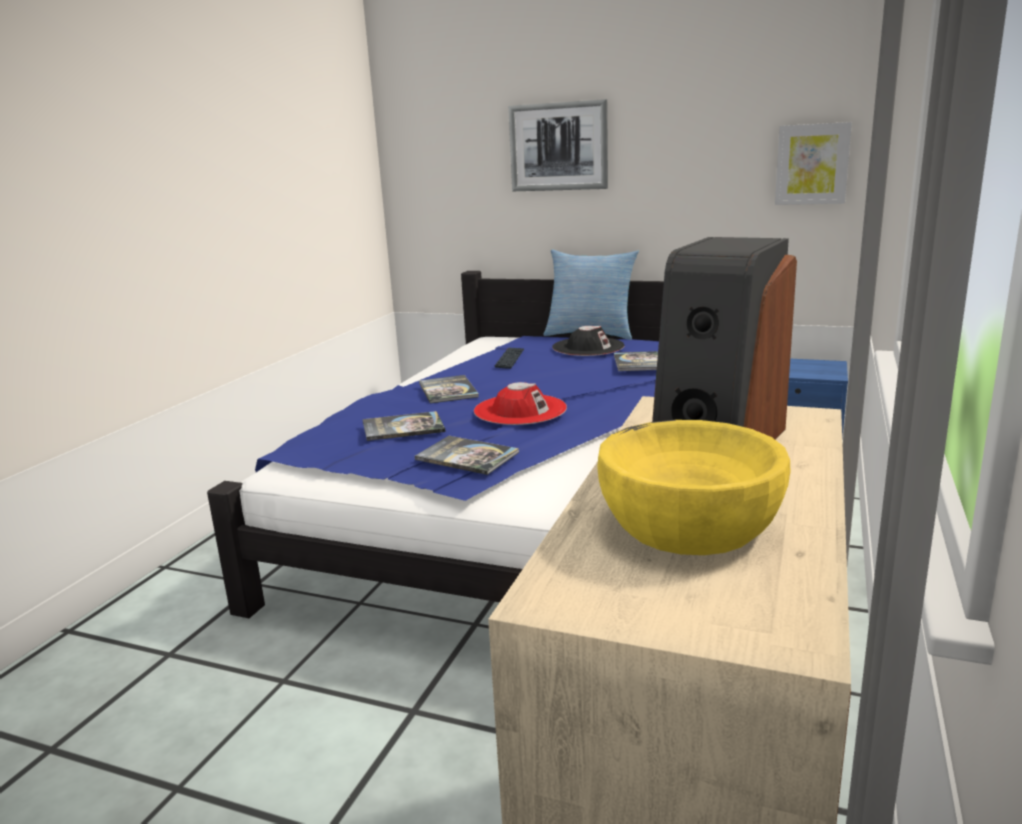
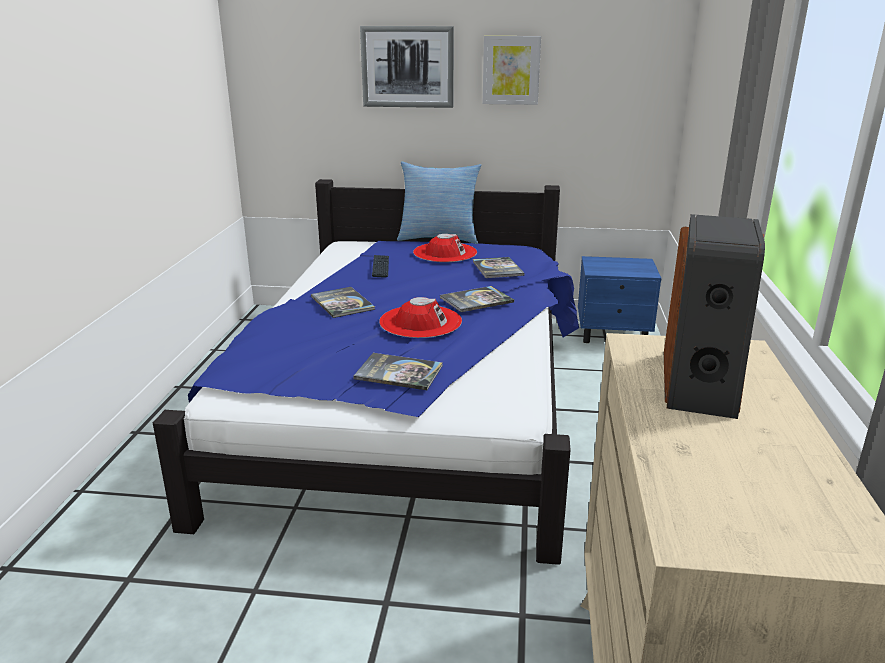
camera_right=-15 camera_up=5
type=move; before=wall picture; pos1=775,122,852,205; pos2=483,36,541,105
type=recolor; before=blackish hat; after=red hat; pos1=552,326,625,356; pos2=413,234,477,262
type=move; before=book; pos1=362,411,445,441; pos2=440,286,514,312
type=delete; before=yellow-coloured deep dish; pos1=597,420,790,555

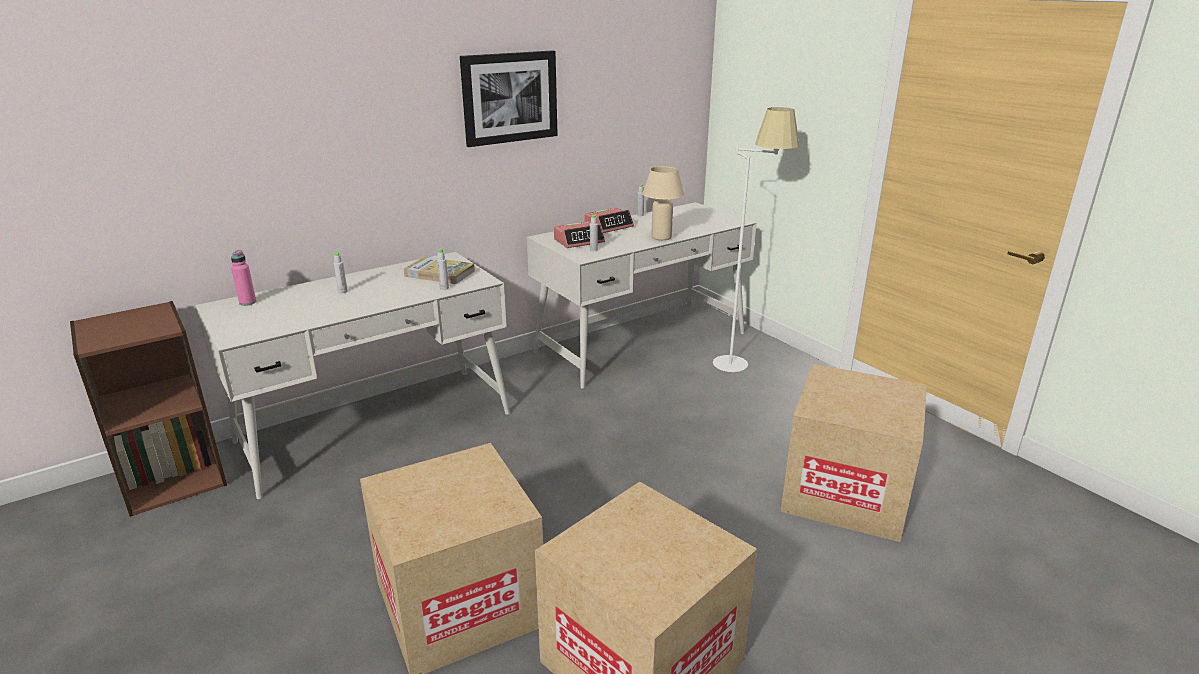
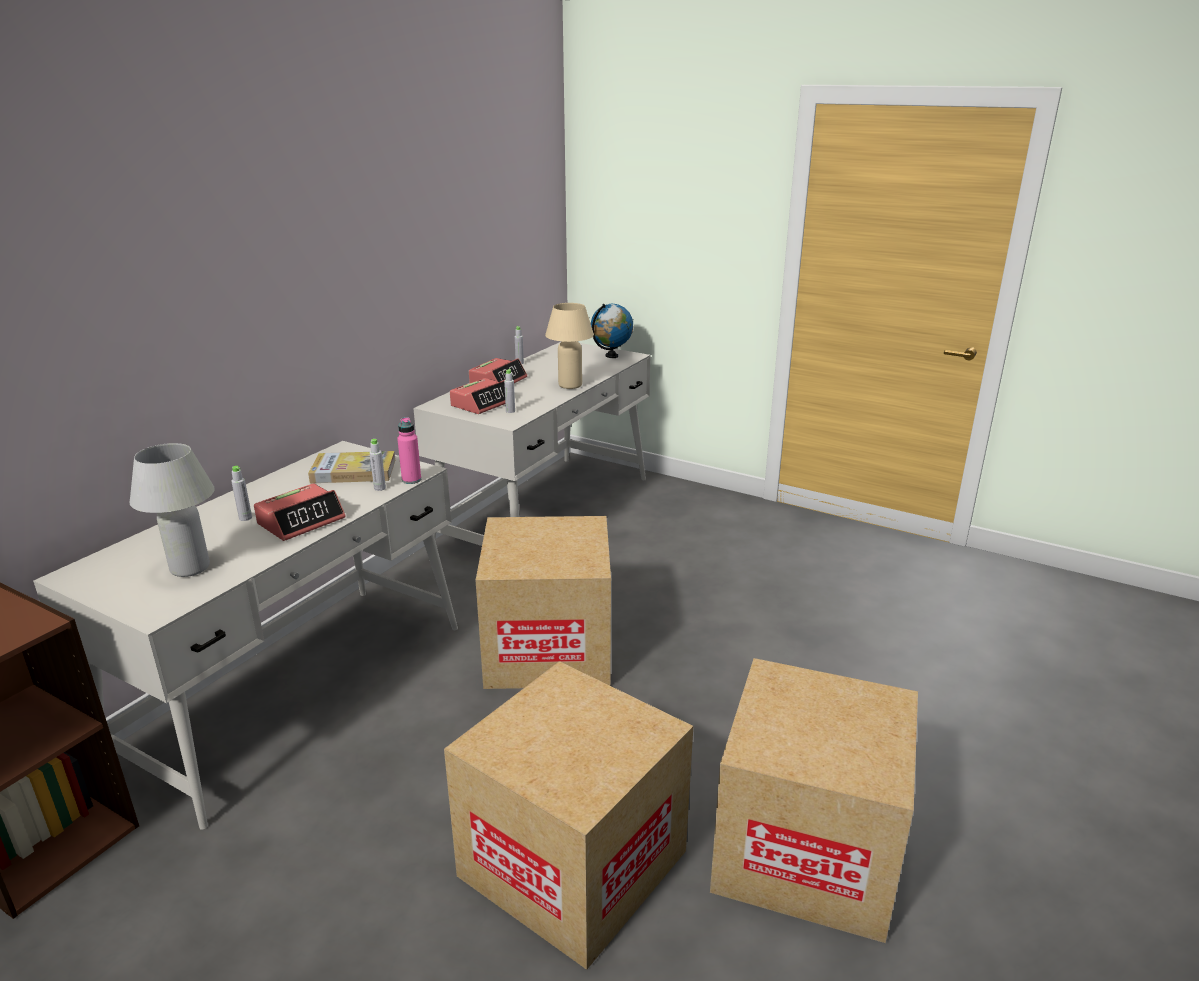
camera_right=-25 camera_up=0
type=delete; before=wall picture; pos1=460,50,558,147
type=delete; before=white-coloured floor lamp; pos1=713,107,799,372
type=move; before=pink-coloured beverage bottle; pos1=231,250,256,306; pos2=397,417,421,484
type=move; before=packing box; pos1=781,364,927,542; pos2=475,516,611,689
type=insert; after=world globe; pos2=591,304,633,358
type=insert; after=white-coloured table lamp; pos2=130,443,215,577
type=insert; after=alarm clock; pos2=254,483,346,541

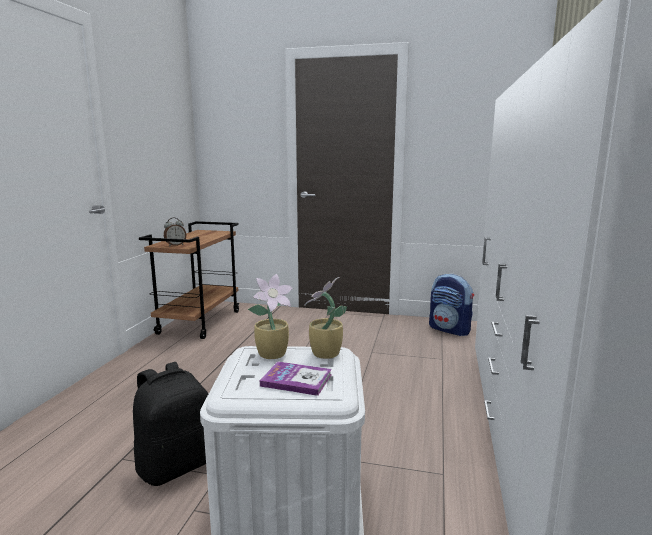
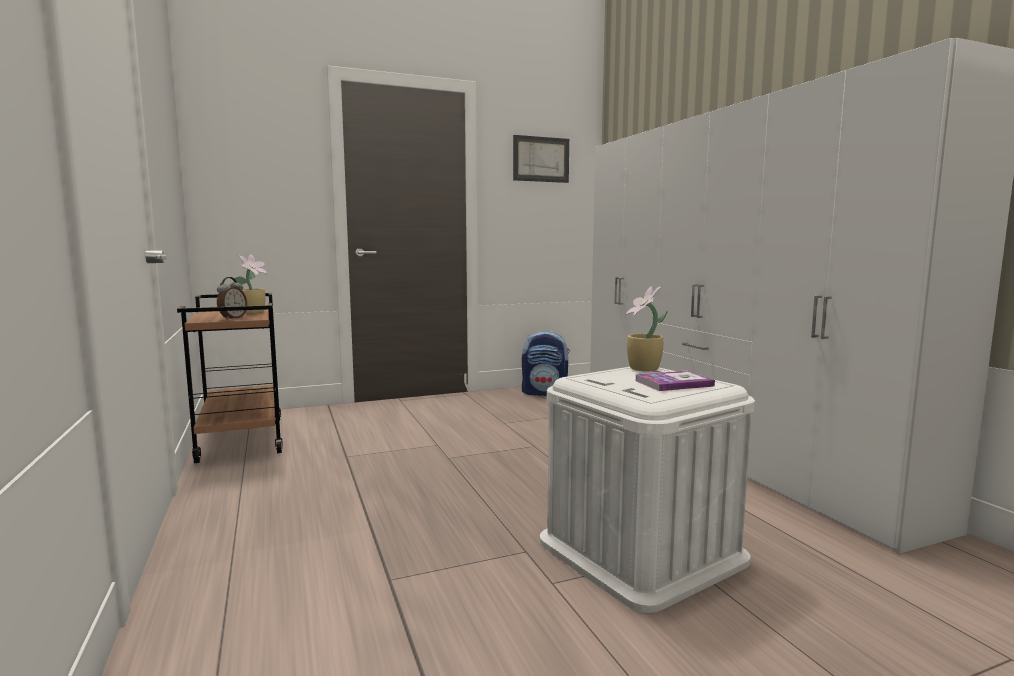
camera_right=-35 camera_up=-5
type=move; before=potted plant; pos1=248,274,293,359; pos2=234,255,267,313
type=delete; before=blackish knapsack; pos1=133,362,208,486
type=insert; after=wall picture; pos2=513,135,569,183

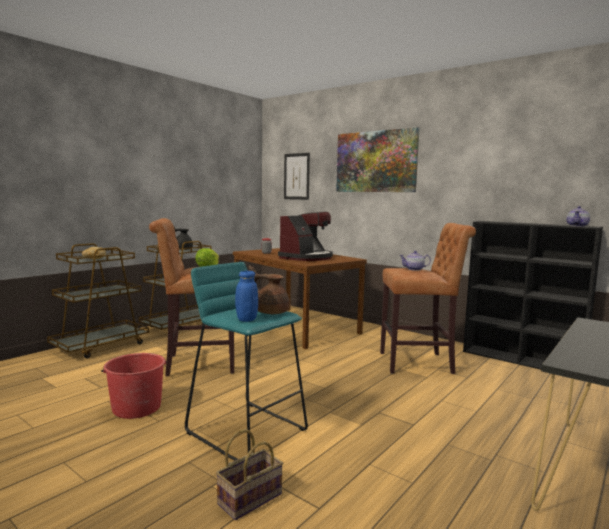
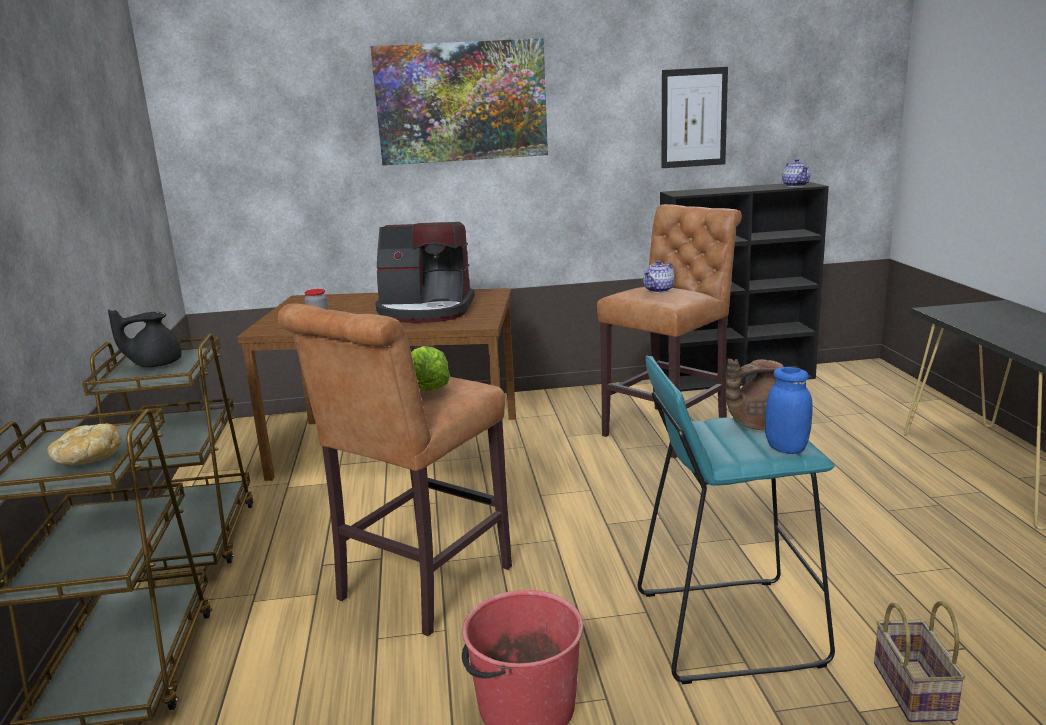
camera_right=-45 camera_up=10
type=move; before=wall picture; pos1=284,153,310,200; pos2=662,67,728,168
type=rotate; before=coffee machine; pos1=278,212,333,261; pos2=375,222,475,323; turn=105

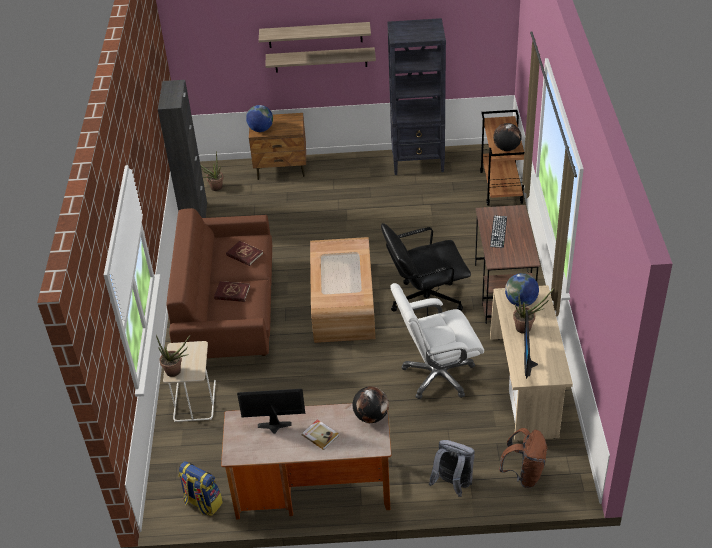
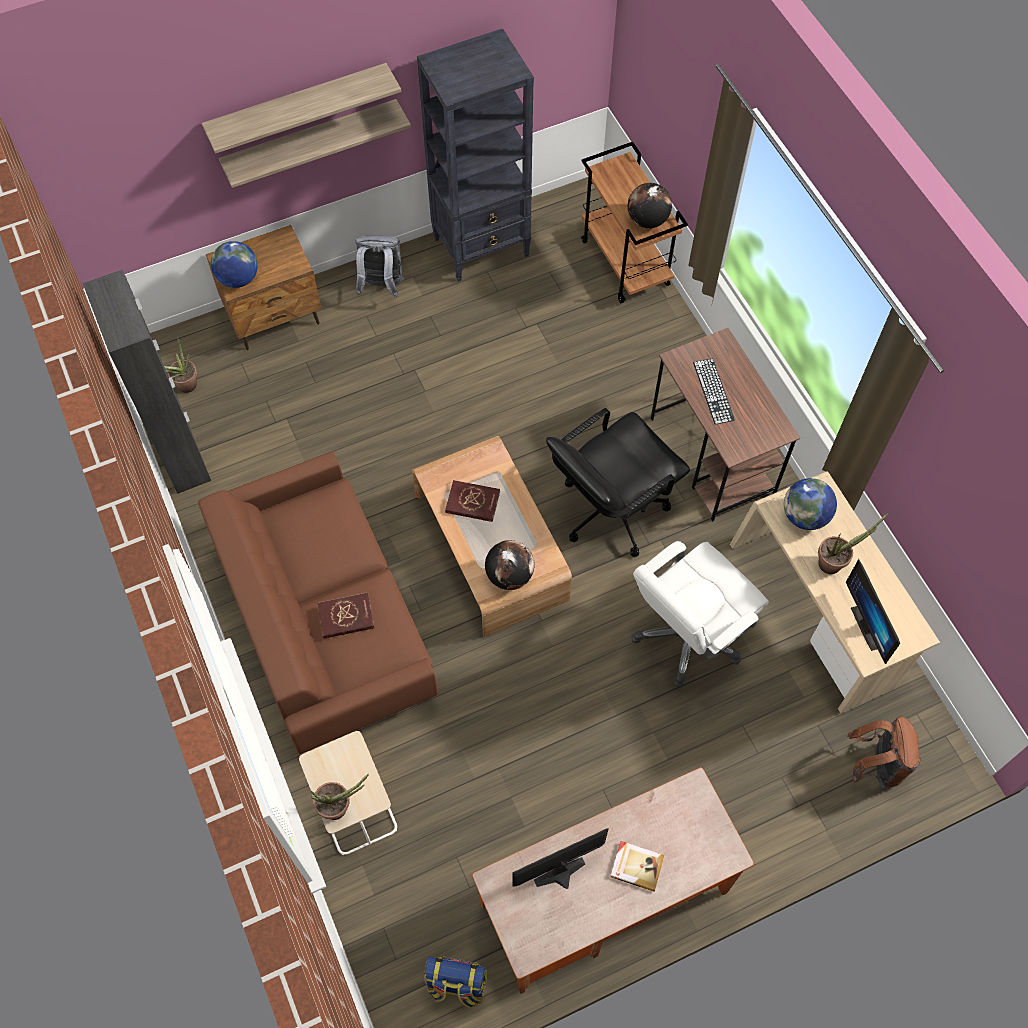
camera_right=-25 camera_up=20
type=move; before=red book; pos1=226,241,263,266; pos2=445,480,500,522
type=move; before=world globe; pos1=353,386,389,423; pos2=485,540,535,590
type=move; before=greyish knapsack; pos1=429,440,475,497; pos2=355,236,405,298

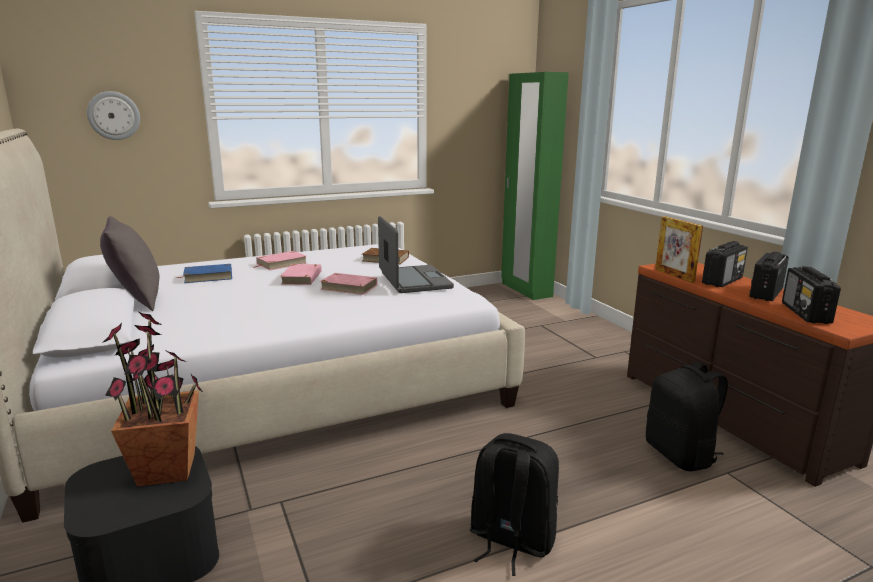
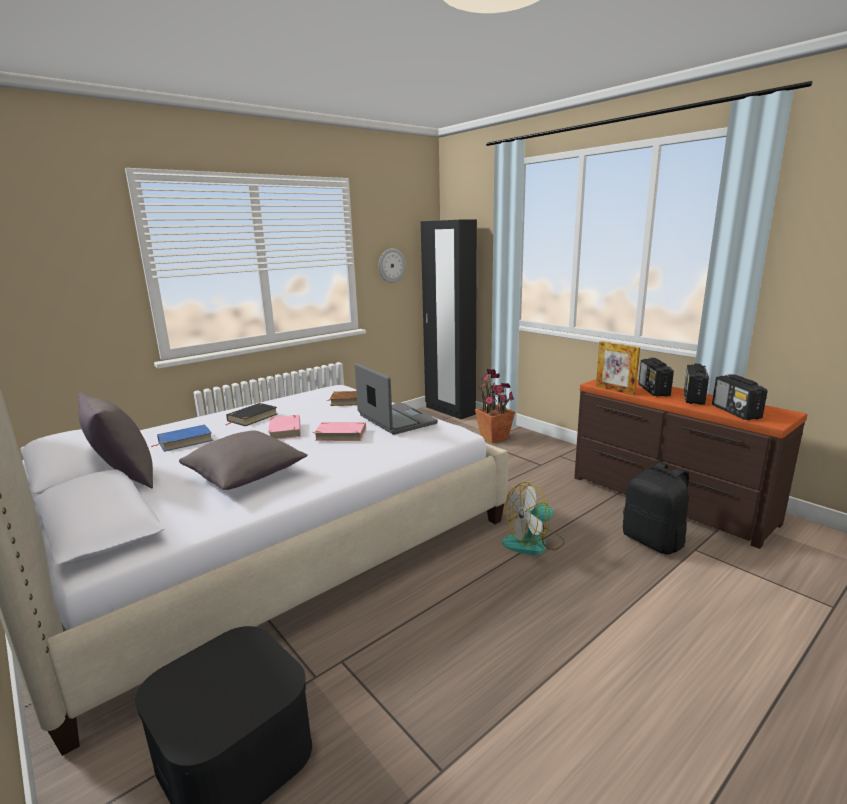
camera_right=-15 camera_up=0
type=recolor; before=green-coloured armoire; after=blackish armoire; pos1=501,72,569,300; pos2=421,219,477,420
type=move; before=clock on the wall; pos1=87,91,140,140; pos2=379,248,406,283
type=rotate; before=radio; pos1=702,241,748,287; pos2=638,358,674,397; turn=150
type=recolor; before=pink-coloured book; after=blackish book; pos1=253,251,307,271; pos2=226,403,277,426
type=move; before=potted plant; pos1=102,312,203,487; pos2=475,369,515,443
type=delete; before=blackish knapsack; pos1=470,433,559,576
type=insert; after=greyish throw pillow; pos2=179,430,308,490
type=insert; after=electric fan; pos2=502,482,565,555

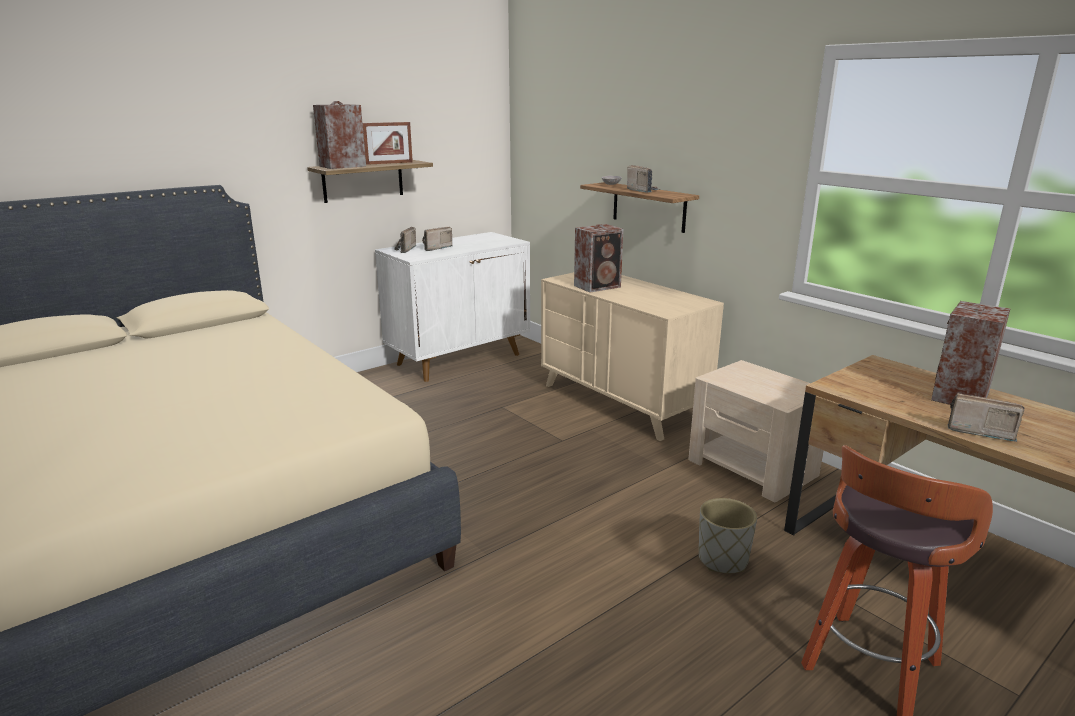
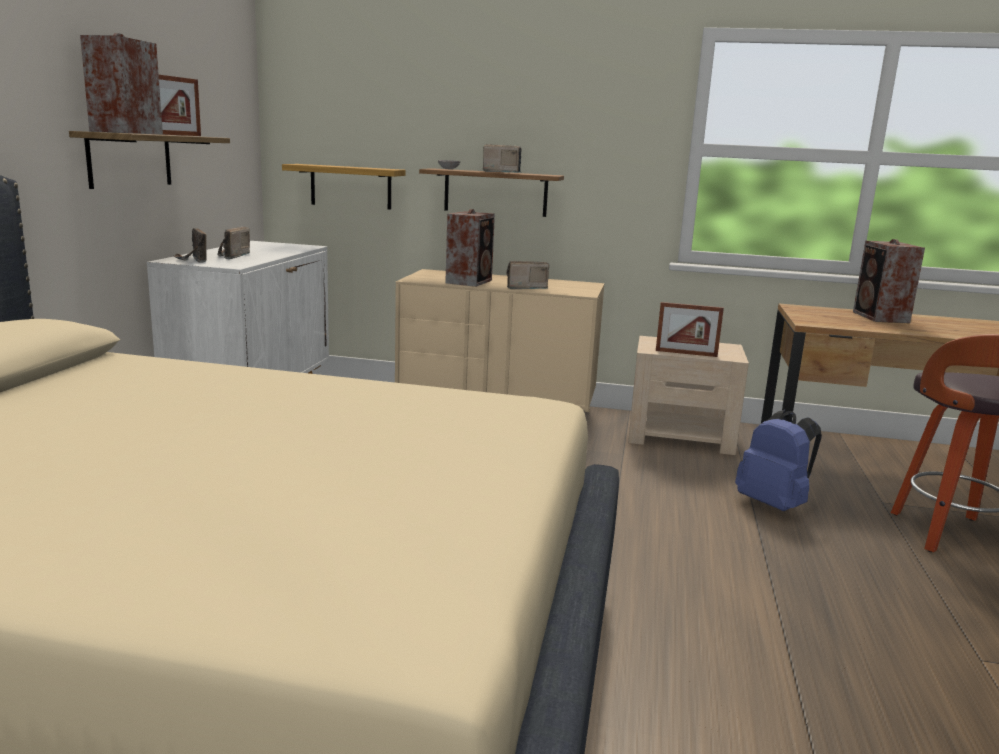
camera_right=-40 camera_up=-5
type=move; before=radio; pos1=947,393,1024,442; pos2=507,261,549,289
type=replace; before=greyish planter; after=blue-coloured knapsack; pos1=699,498,757,573; pos2=735,410,822,511
type=insert; after=bracket shelf; pos2=282,164,406,210
type=insert; after=standing frame; pos2=656,302,724,357

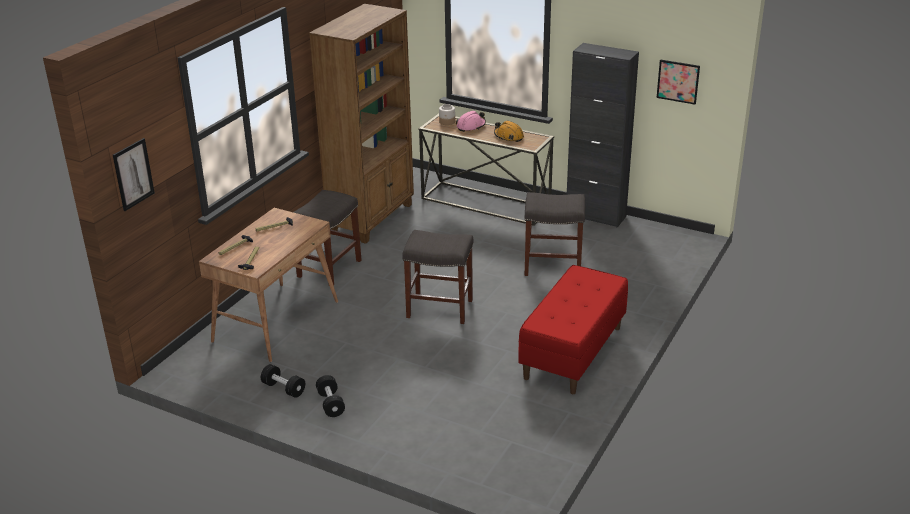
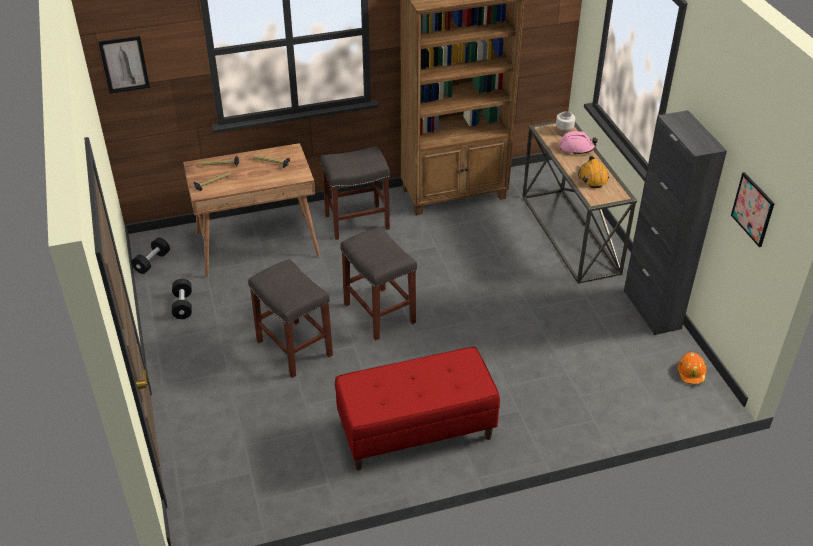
camera_right=45 camera_up=10
type=move; before=greyish stool seat; pos1=525,192,585,276; pos2=248,259,333,378
type=move; before=blackish free weight; pos1=316,375,345,417; pos2=131,238,170,274
type=insert; after=orange-coloured hard hat; pos2=678,352,707,385

